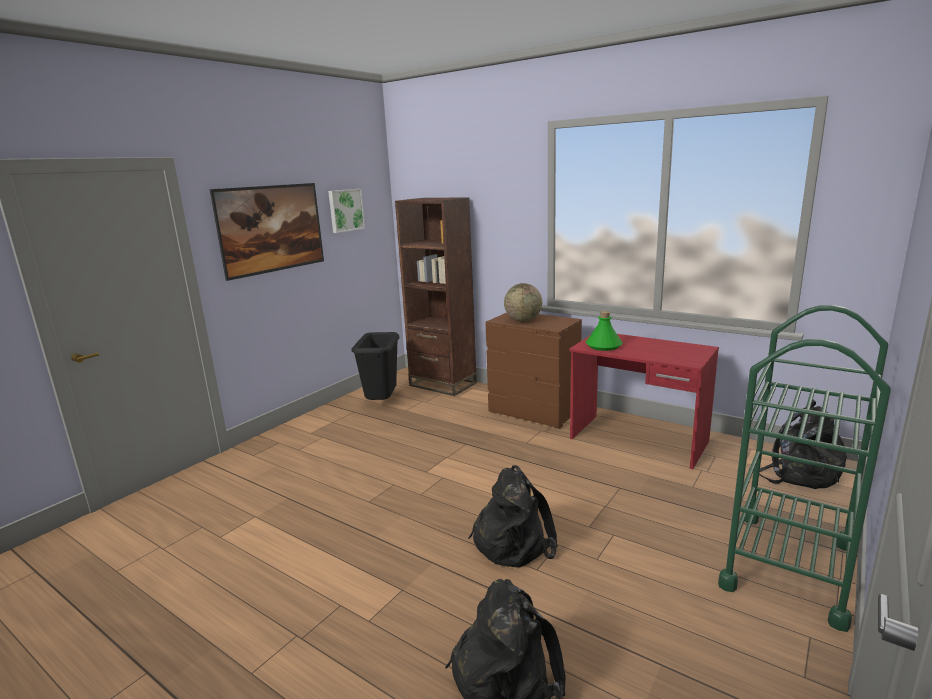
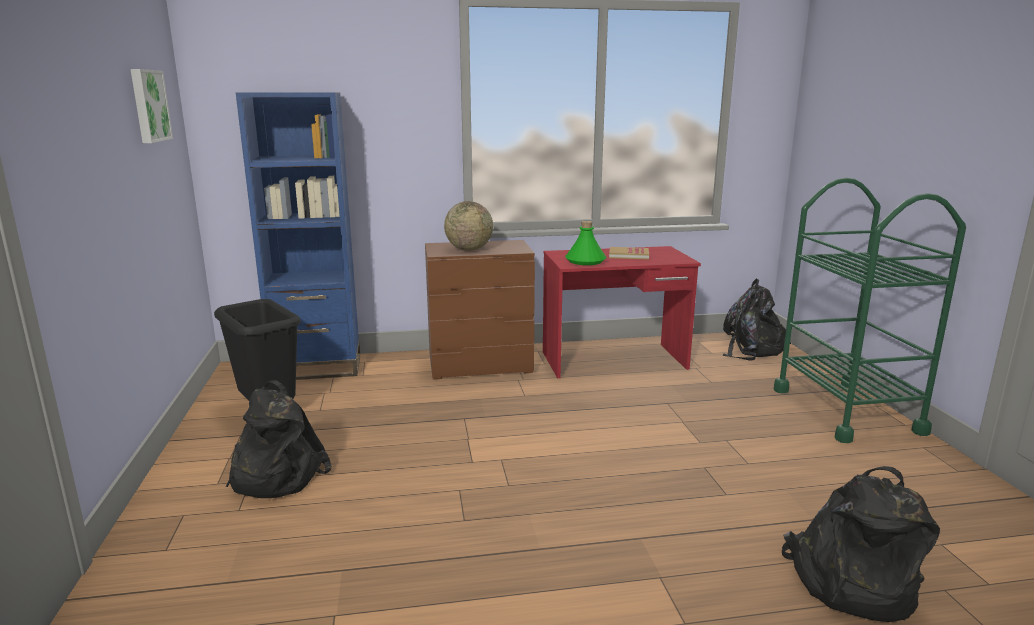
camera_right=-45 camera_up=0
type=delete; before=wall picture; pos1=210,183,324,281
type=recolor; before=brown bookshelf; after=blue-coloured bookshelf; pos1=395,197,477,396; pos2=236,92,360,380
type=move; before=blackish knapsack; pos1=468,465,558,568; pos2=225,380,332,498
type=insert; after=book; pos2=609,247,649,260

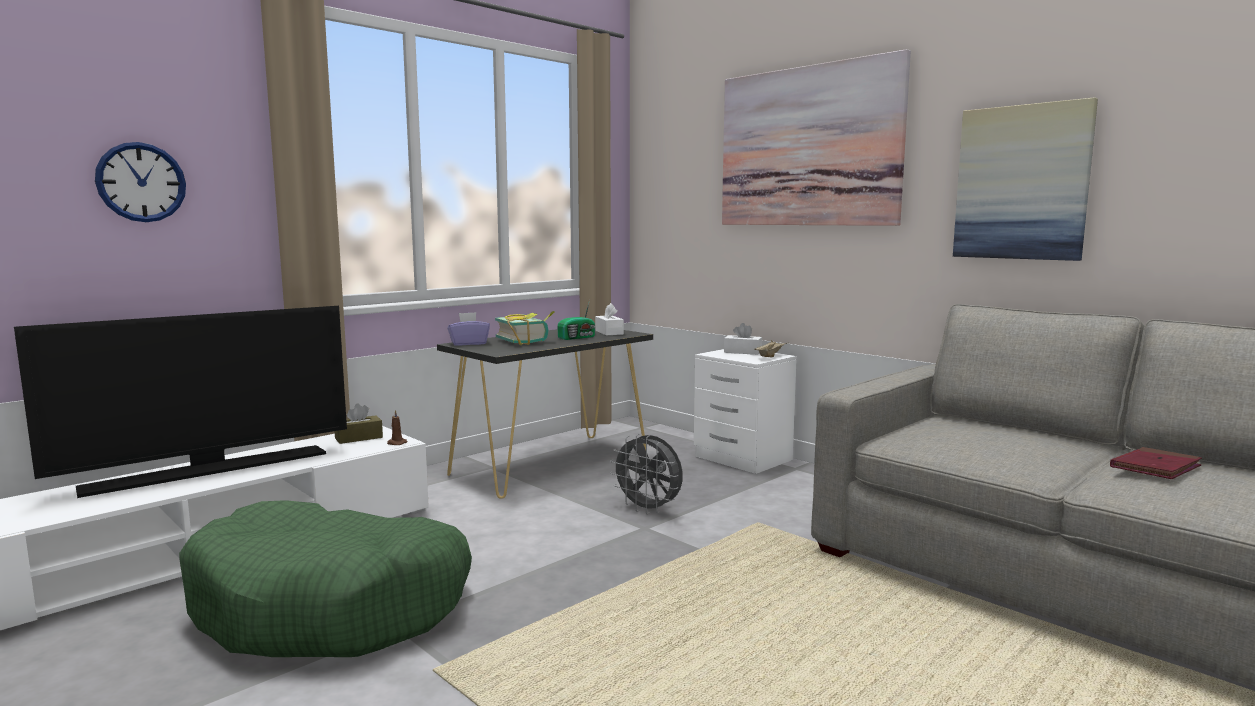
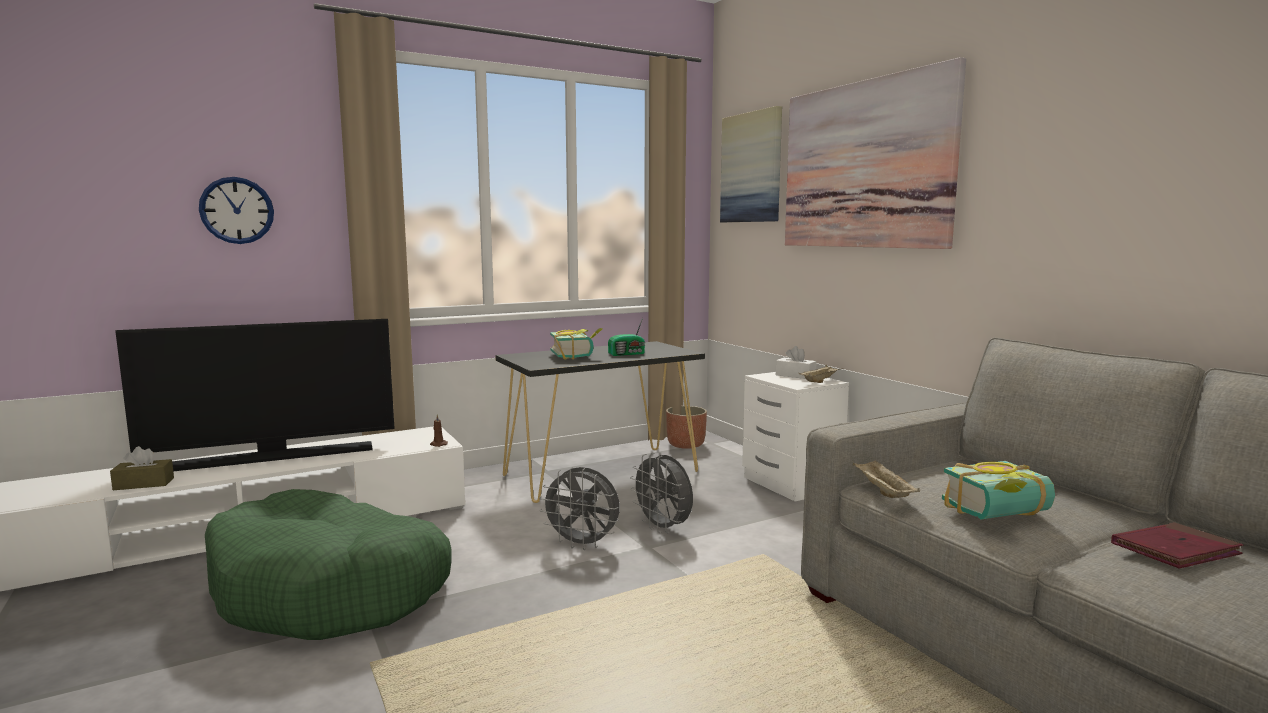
camera_right=15 camera_up=0
type=move; before=wall picture; pos1=953,97,1098,261; pos2=720,106,782,222
type=delete; before=white-coloured tissue holder; pos1=595,303,624,335
type=delete; before=purplish tissue holder; pos1=447,312,490,346
type=move; before=brown tissue holder; pos1=335,403,383,444; pos2=110,446,174,490
type=insert; after=planter; pos2=666,406,707,449
type=insert; after=sand-coloured carrying tray; pos2=853,459,920,498
type=insert; after=book; pos2=942,461,1055,519
type=insert; after=greyish electric fan; pos2=539,467,619,550

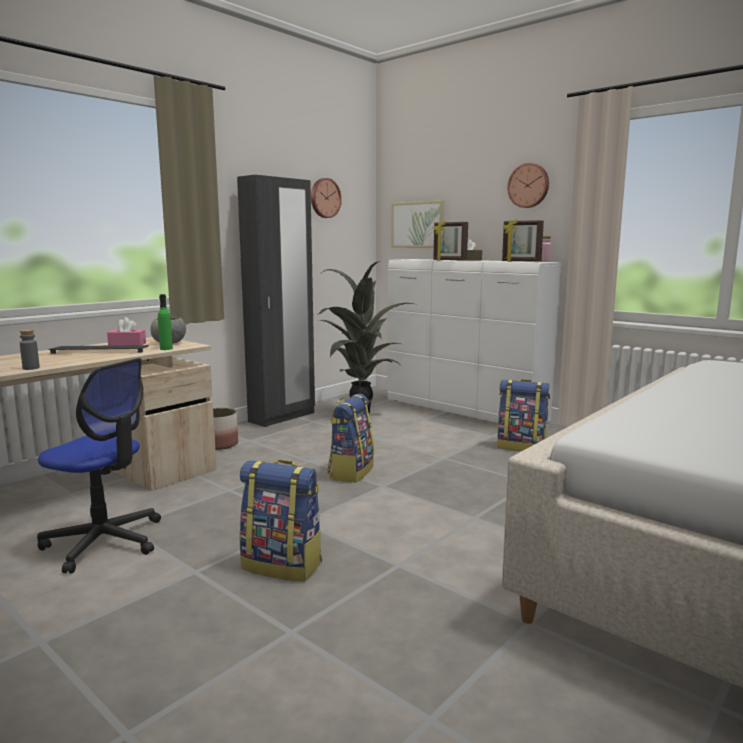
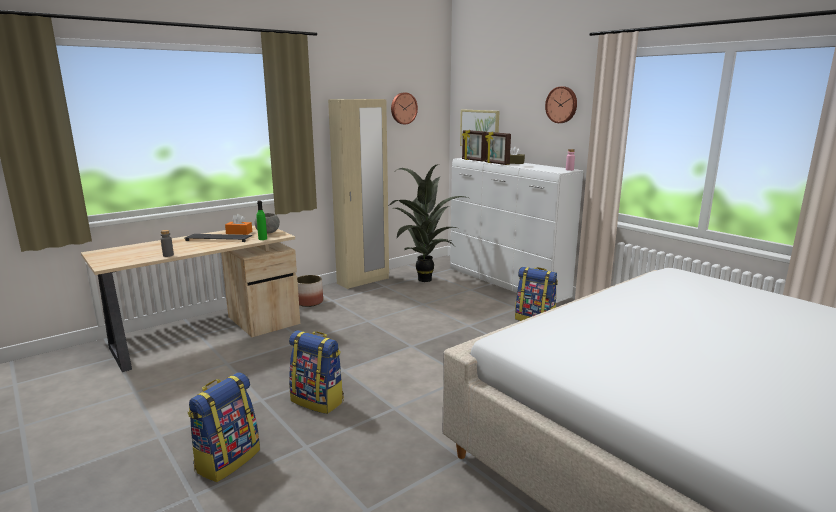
camera_right=10 camera_up=5
type=recolor; before=blackish armoire; after=sand-coloured armoire; pos1=237,175,315,427; pos2=328,99,389,289
type=move; before=standing frame; pos1=502,219,544,262; pos2=462,130,486,162
type=recolor; before=pink-coloured tissue holder; after=orange-coloured tissue holder; pos1=107,317,146,346; pos2=225,214,252,235
type=delete; before=computer chair; pos1=37,358,161,574
type=move; before=knapsack; pos1=327,394,374,483; pos2=188,373,260,482

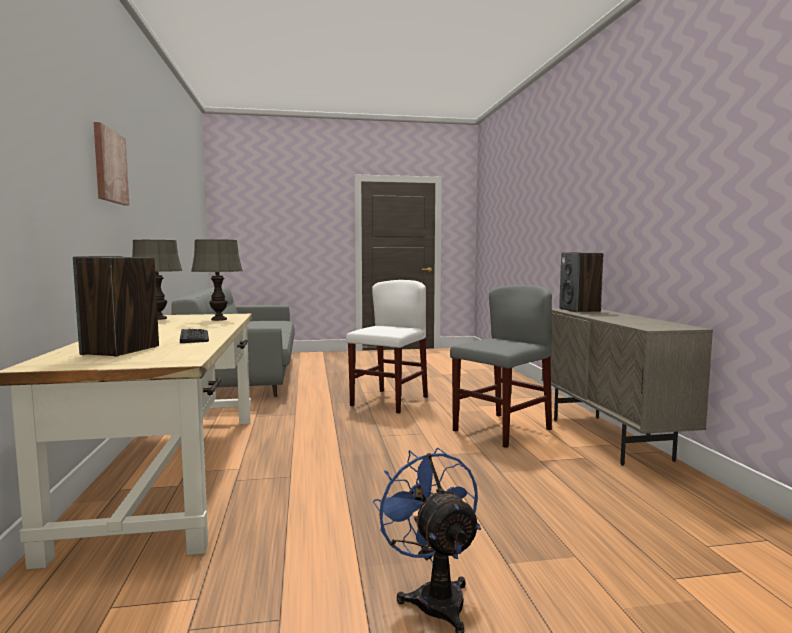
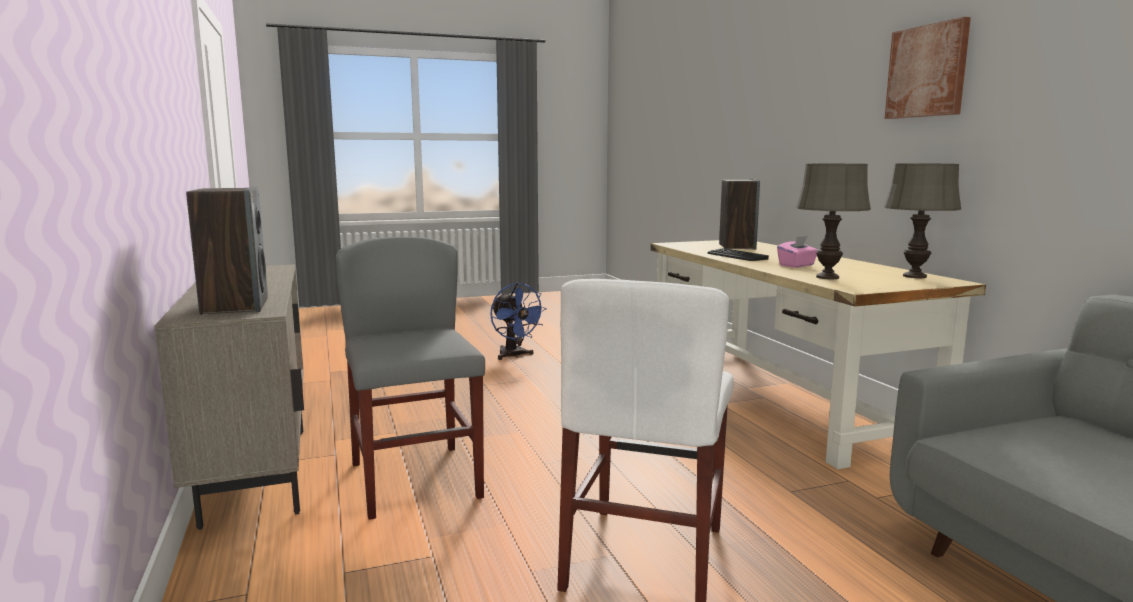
camera_right=170 camera_up=5
type=rotate; before=greyish chair; pos1=450,285,552,448; pos2=336,237,485,520; turn=120
type=insert; after=pink-coloured tissue holder; pos2=777,236,818,268

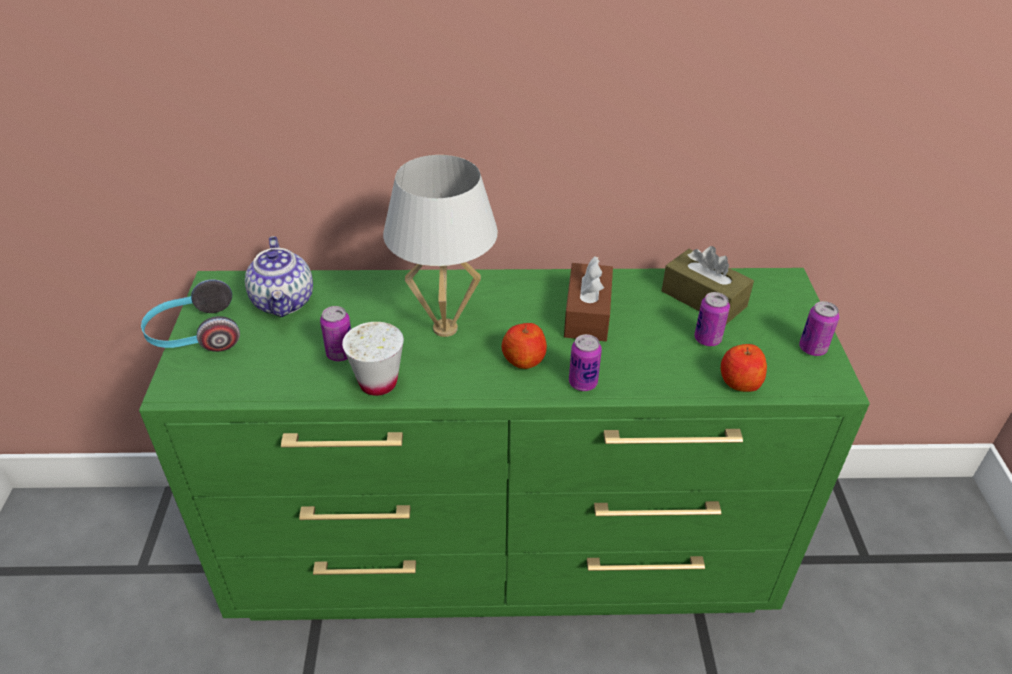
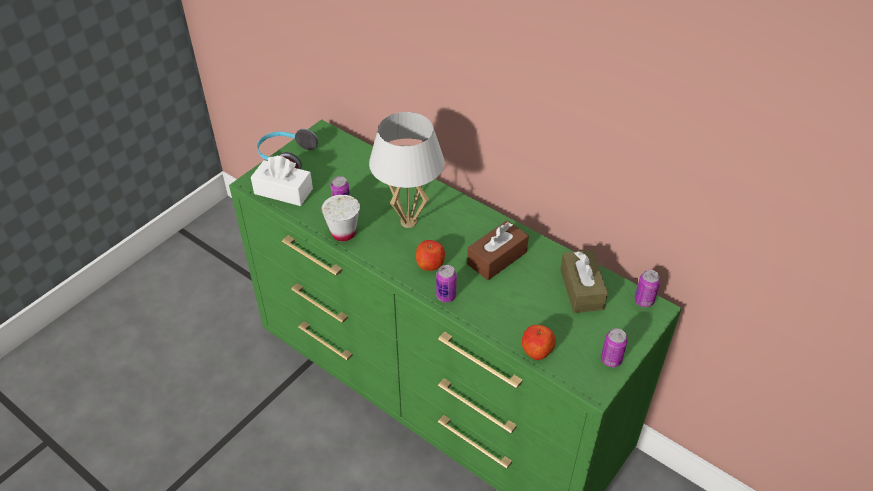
camera_right=40 camera_up=5
type=delete; before=pot for tea; pos1=245,236,313,317
type=move; before=sealed can; pos1=694,292,730,346; pos2=634,270,661,307
type=insert; after=white-coloured tissue holder; pos2=251,156,313,206

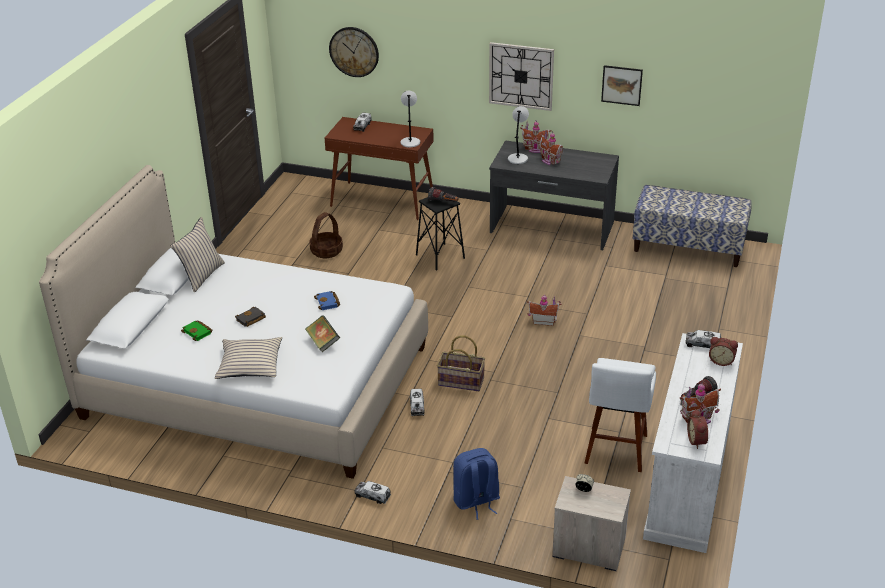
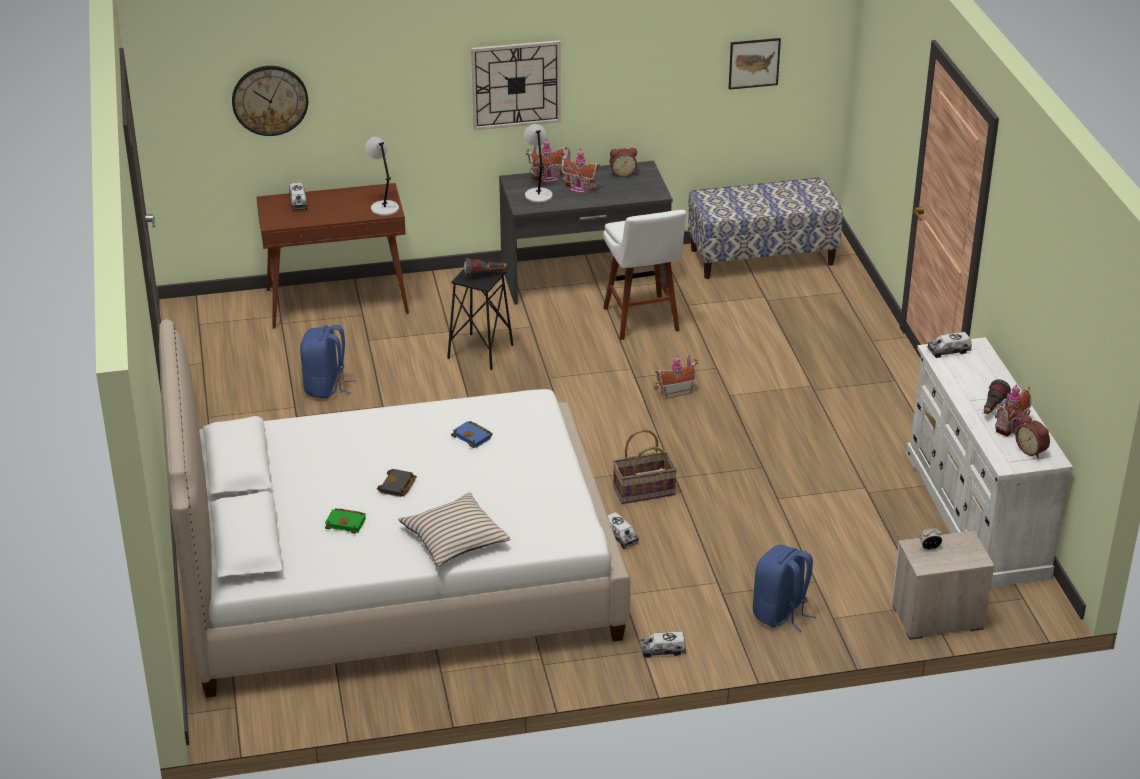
camera_right=-30 camera_up=0
type=move; before=wall picture; pos1=601,65,643,106; pos2=729,38,781,90
type=replace; before=storage basket; after=blue-coloured knapsack; pos1=309,212,343,258; pos2=300,325,356,398
type=delete; before=sand-coloured throw pillow; pos1=171,217,225,292
type=delete; before=book; pos1=305,315,340,352
type=move; before=alarm clock; pos1=709,337,738,366; pos2=610,148,637,177
type=move; before=white-coloured stool seat; pos1=584,358,656,472; pos2=603,210,686,340

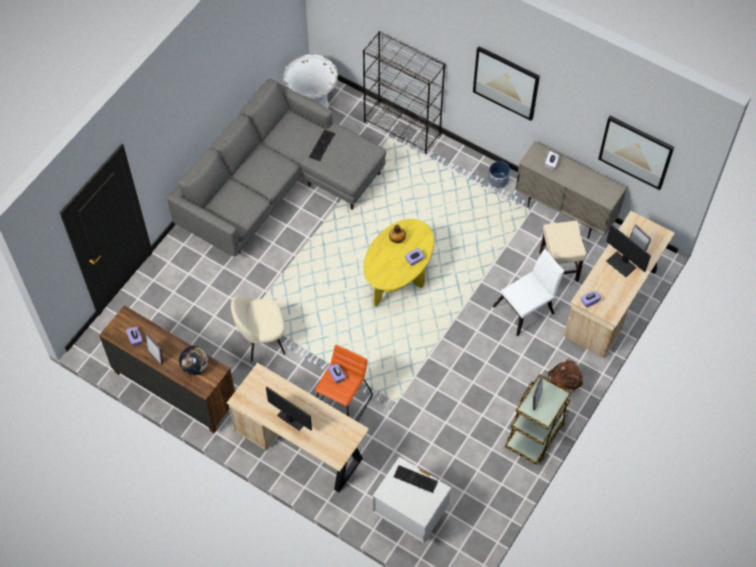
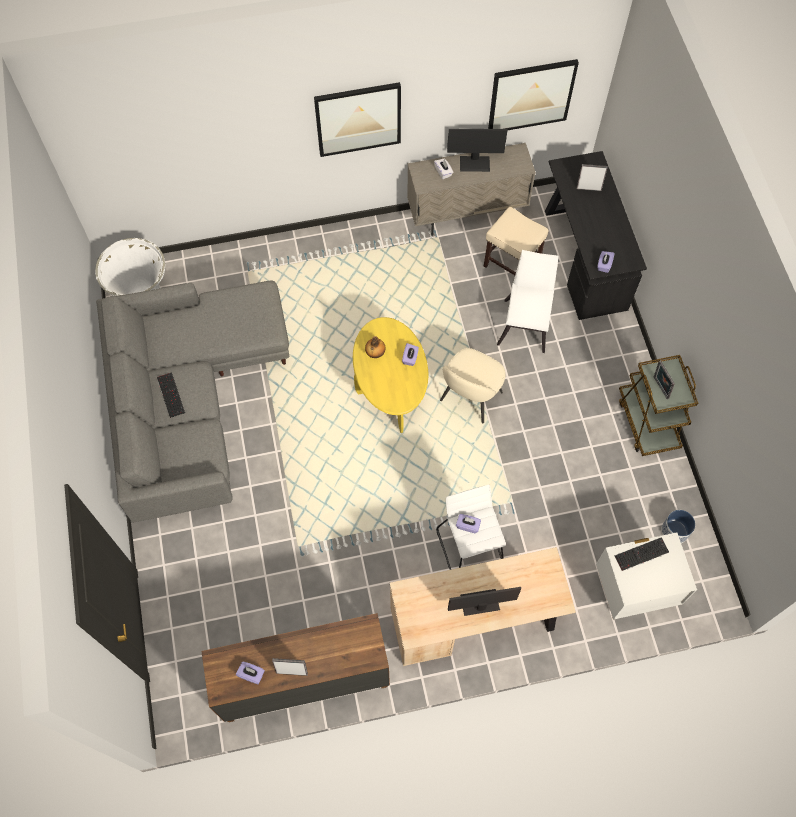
camera_right=-45 camera_up=5
type=delete; before=blackish bookshelf; pos1=363,31,445,154
type=move; before=PC keyboard; pos1=309,129,335,161; pos2=157,372,185,418
type=move; before=planter; pos1=488,161,510,189; pos2=661,510,695,543
type=recolor; before=sand-coloured desk; after=blackish desk; pos1=564,211,675,358; pos2=545,151,647,320
type=move; before=computer screen; pos1=606,224,651,277; pos2=447,129,507,172
type=move; before=sand-coloured chair; pos1=231,295,285,362; pos2=440,348,506,423
type=recolor; before=orange-coloured stool seat; after=white-coloured stool seat; pos1=315,345,373,422; pos2=436,484,506,570
type=delete; before=world globe; pos1=179,346,208,375
type=delete; before=brown knapsack; pos1=548,358,583,392

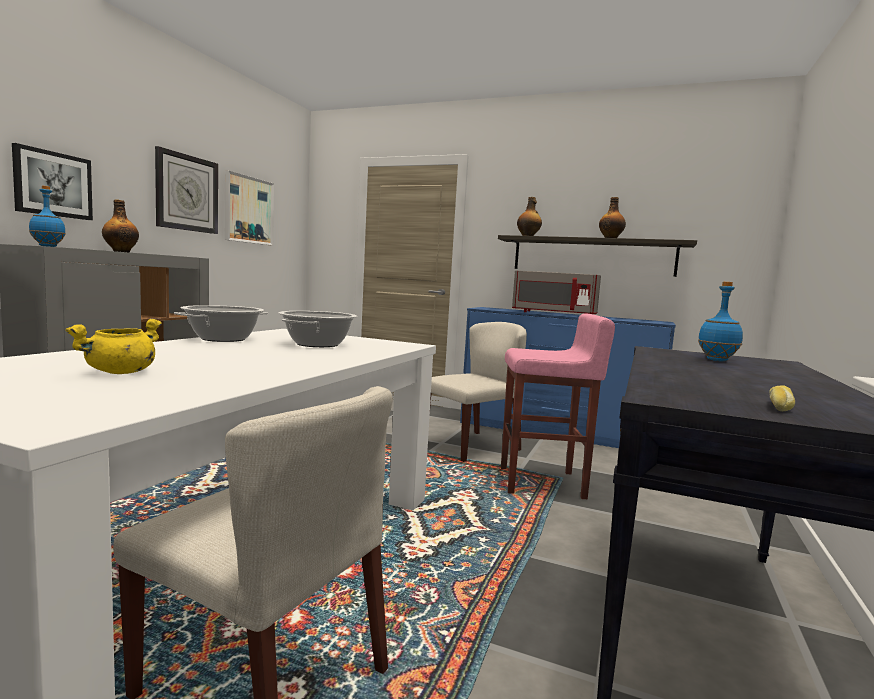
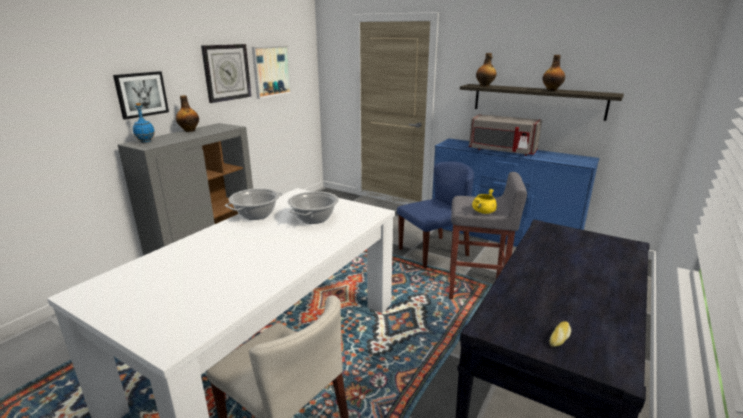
camera_right=10 camera_up=15
type=delete; before=blue-coloured beverage bottle; pos1=698,282,743,361
type=recolor; before=pink-coloured stool seat; after=greyish stool seat; pos1=501,313,615,499; pos2=449,172,527,299
type=move; before=yellow-coloured cooking pot; pos1=65,319,162,374; pos2=472,189,497,214
type=recolor; before=sand-coloured chair; after=blue-coloured chair; pos1=430,322,527,462; pos2=397,162,474,268

